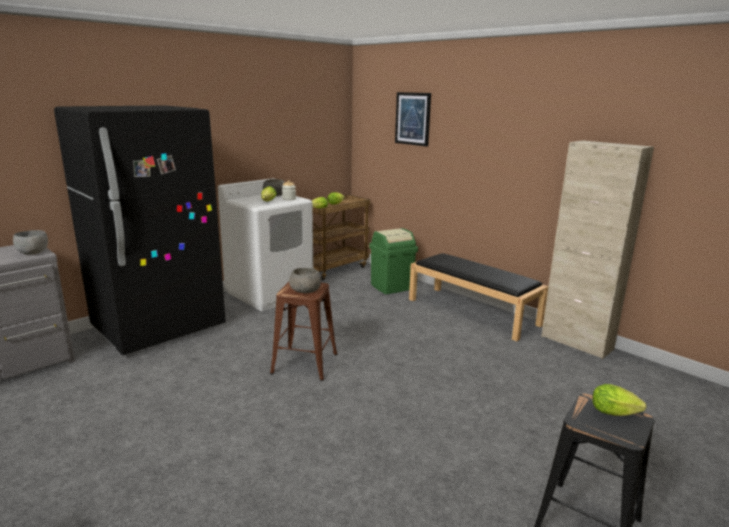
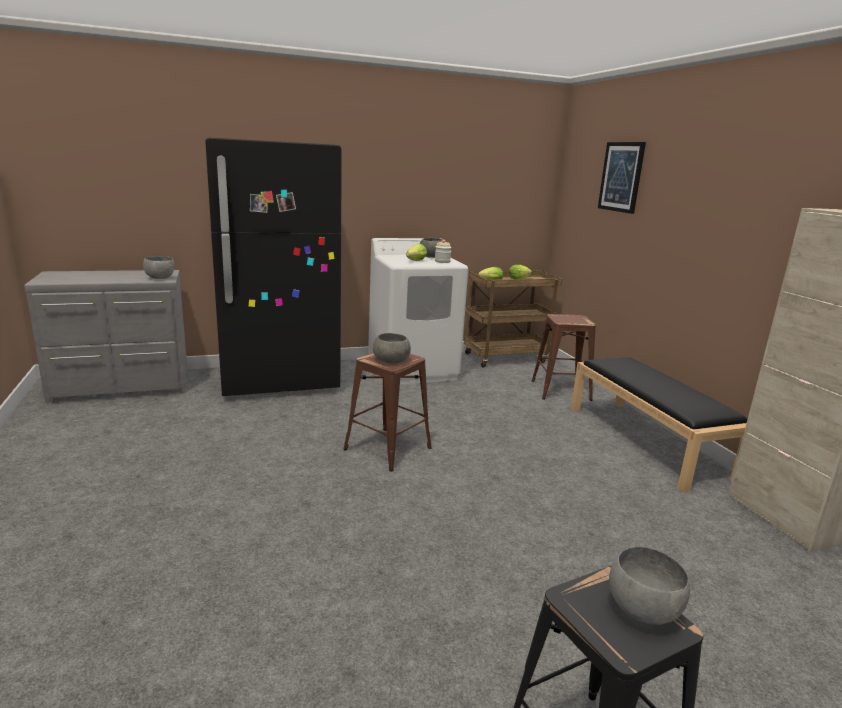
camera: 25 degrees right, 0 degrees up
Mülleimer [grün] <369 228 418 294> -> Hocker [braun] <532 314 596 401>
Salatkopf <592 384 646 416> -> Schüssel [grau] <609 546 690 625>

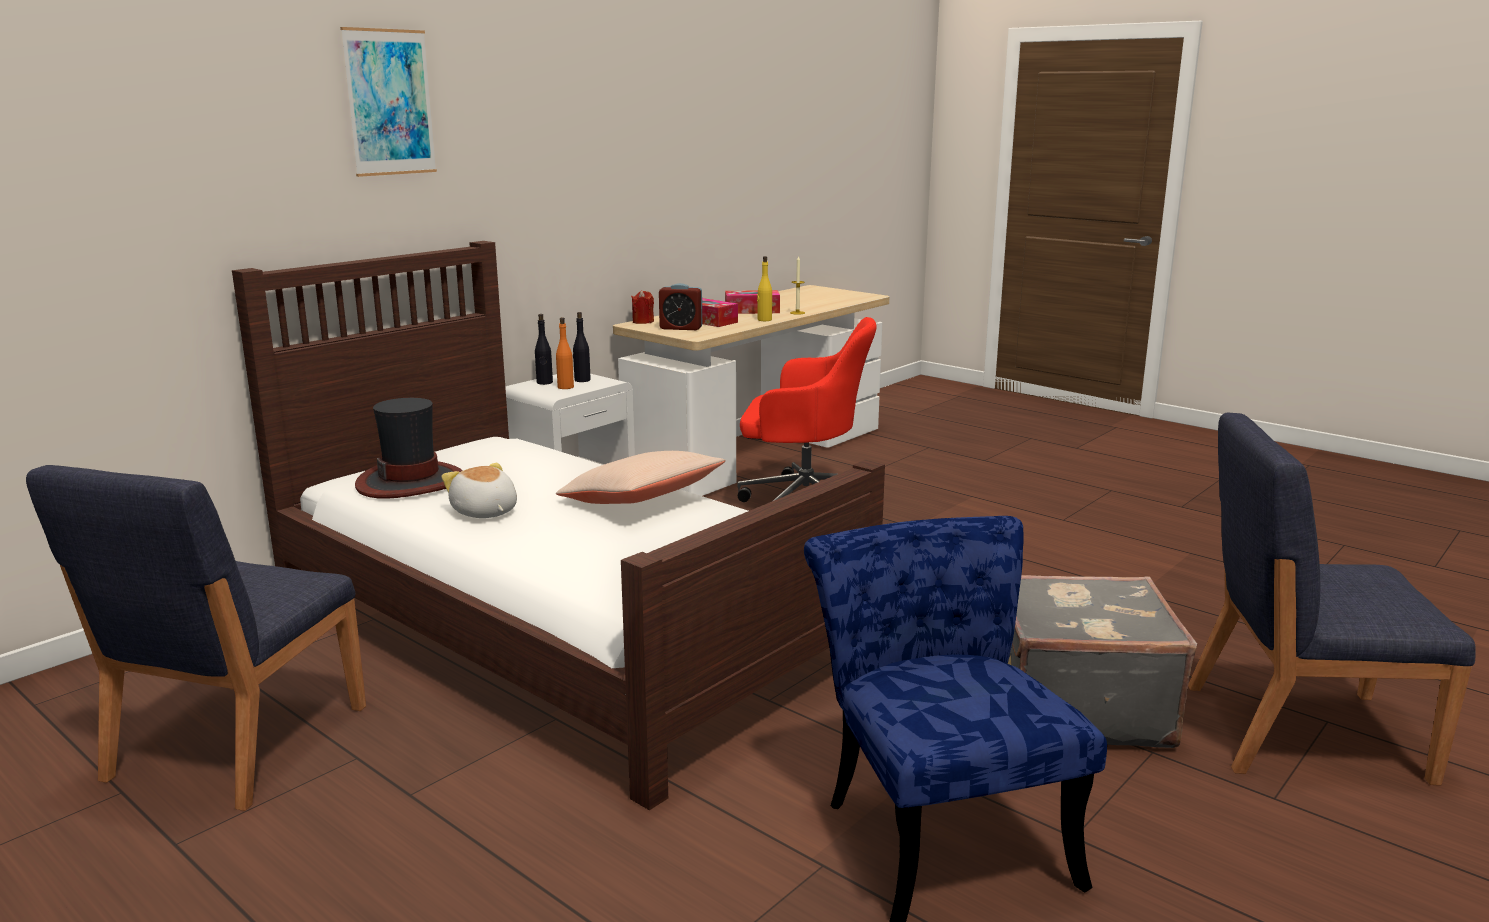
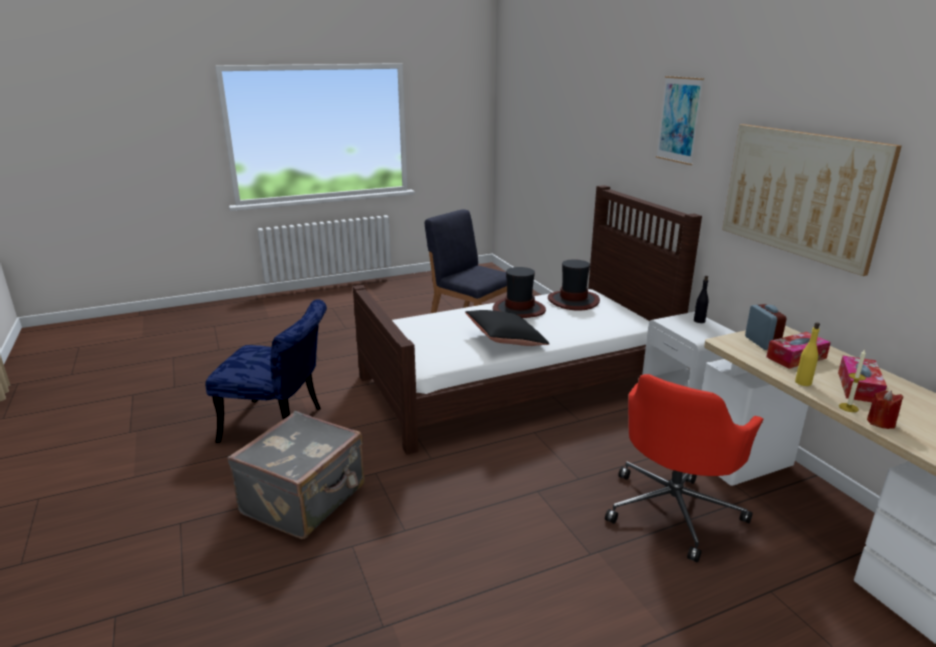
camera: 115 degrees right, 5 degrees up
Plüschtier <441 463 517 518> -> Hut <493 267 546 318>
Flasche [orange] <556 317 574 389> -> none
Kissen [beige] <556 451 726 504> -> Kissen [schwarz] <465 310 550 346>
Flasche [schwarz] <573 312 591 382> -> none
Kerze [rot] <631 290 654 324> -> Kerze [rot] <867 390 903 429>, relocated
Wecker <659 283 702 330> -> Wecker <745 304 787 350>, 135 degrees clockwise
Stuhl [blau] <1188 413 1476 786> -> none
none -> Bild <722 124 902 276>

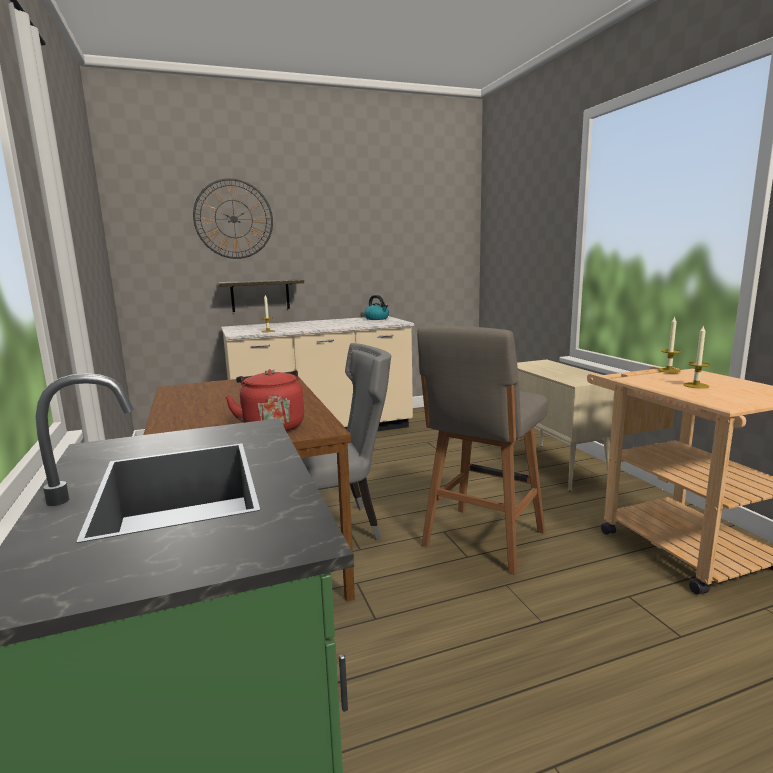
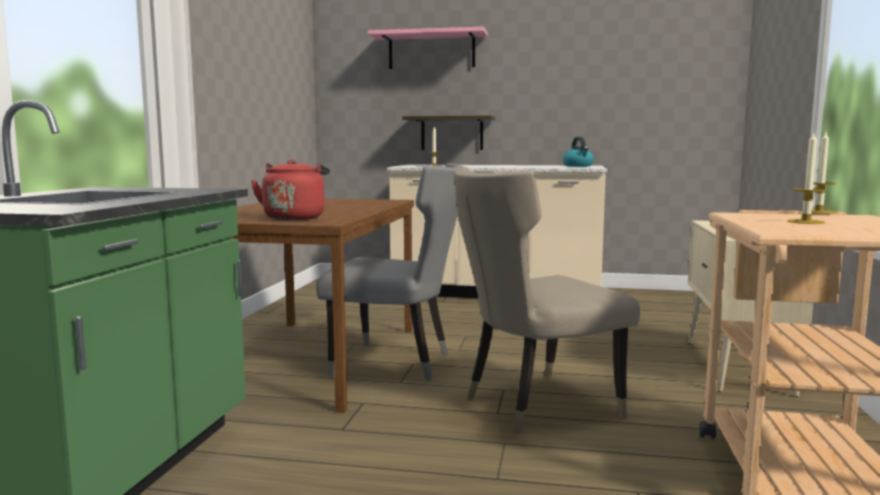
camera: 30 degrees right, 5 degrees down
Wanduhr <193 178 273 259> -> Wandregal [rosa] <368 27 488 69>
Hocker [grau] <417 325 548 575> -> Stuhl [beige] <454 167 640 434>

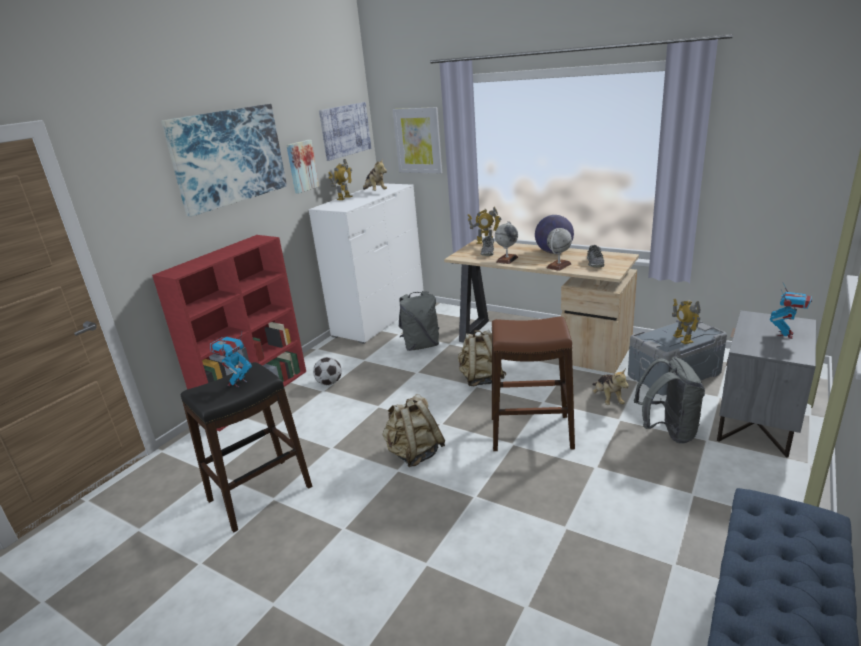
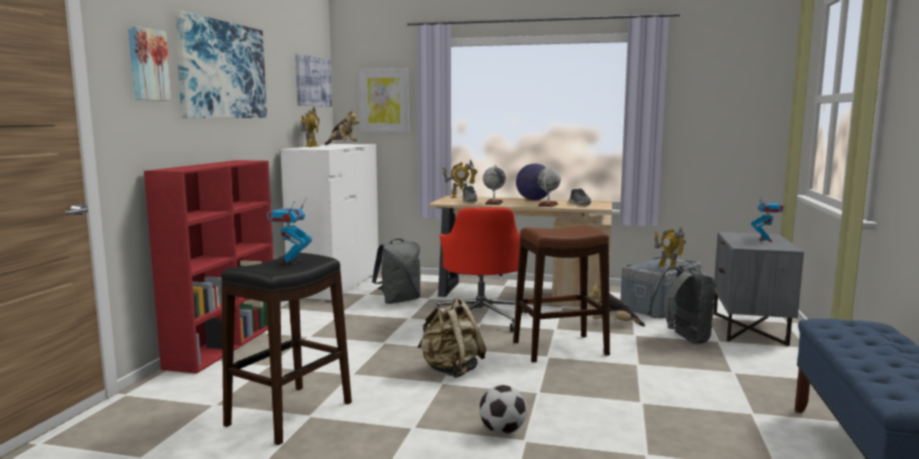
camera: 20 degrees left, 15 degrees down
Bild <286 140 319 194> -> Bild <128 26 171 101>, relocated
Fußball <313 357 342 385> -> Fußball <479 385 527 434>, relocated
Rucksack [beige] <458 330 506 386> -> Bürostuhl [rot] <435 207 527 332>
Plüschtier <592 368 629 405> -> Plüschtier <588 282 645 327>, 135 degrees clockwise

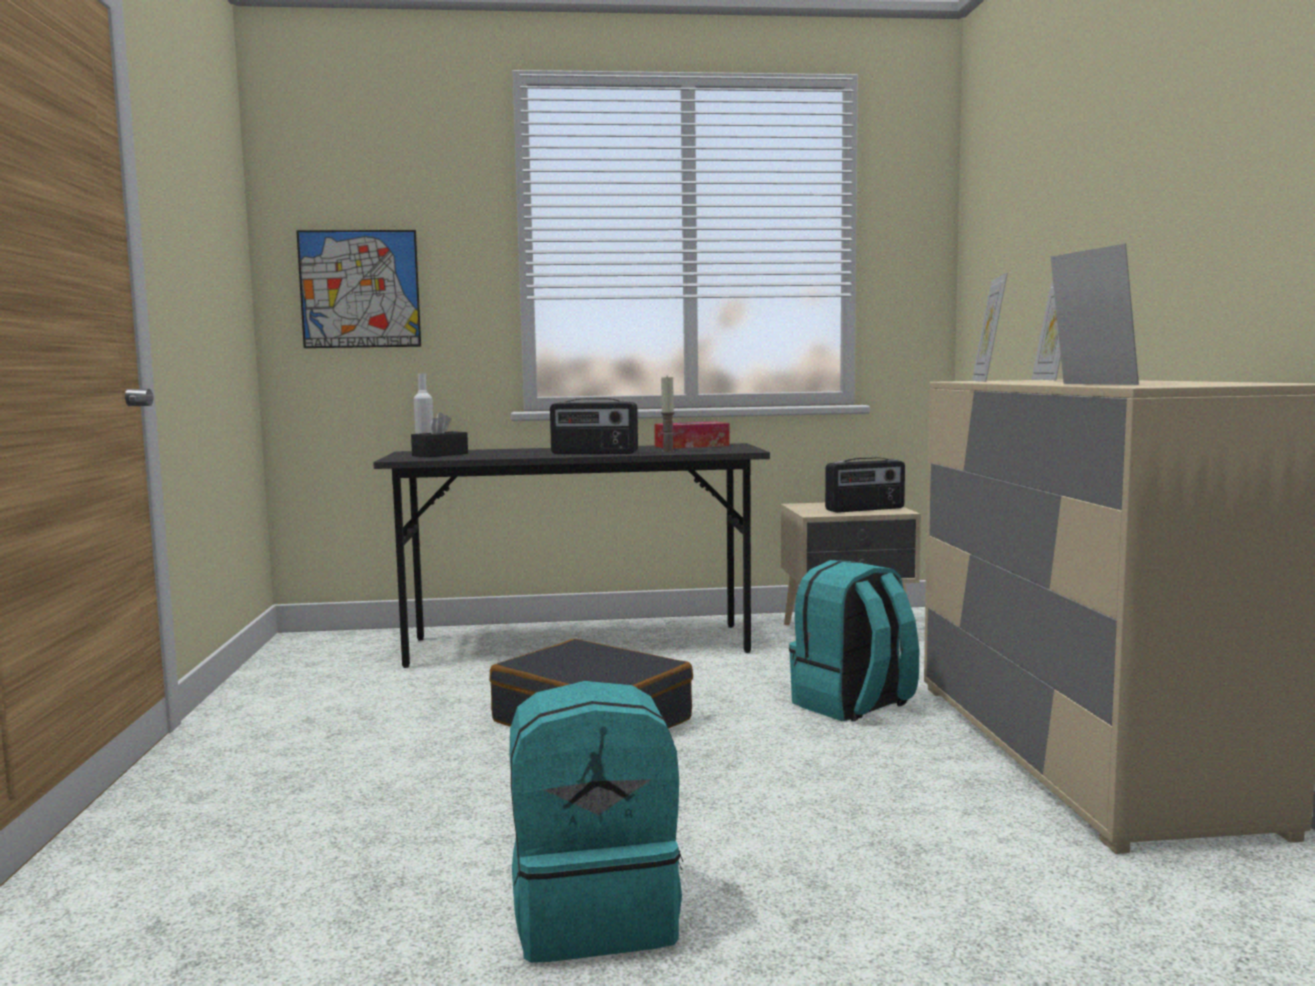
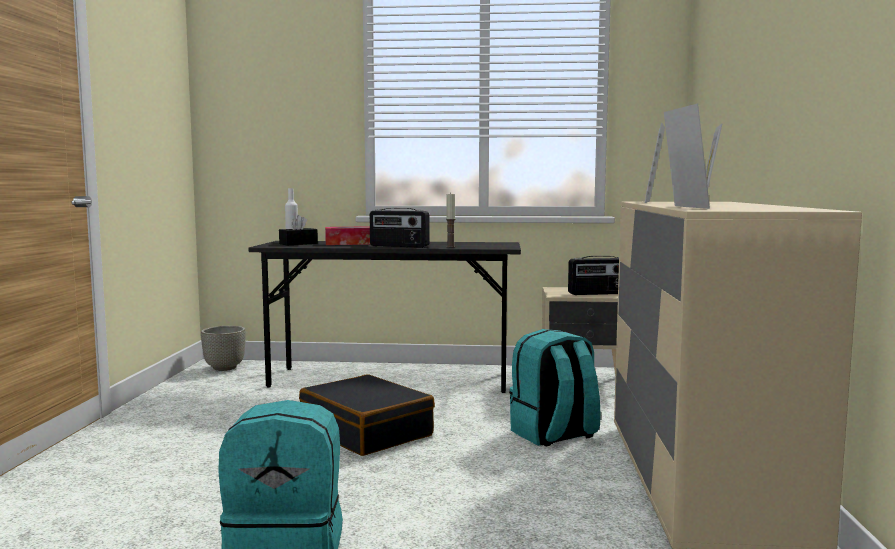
camera: 10 degrees right, 0 degrees up
Bild <296 230 421 348> -> none
Taschentuchbox <654 422 730 449> -> Taschentuchbox <325 226 371 245>, relocated
none -> Pflanzkübel [grau] <201 326 246 371>

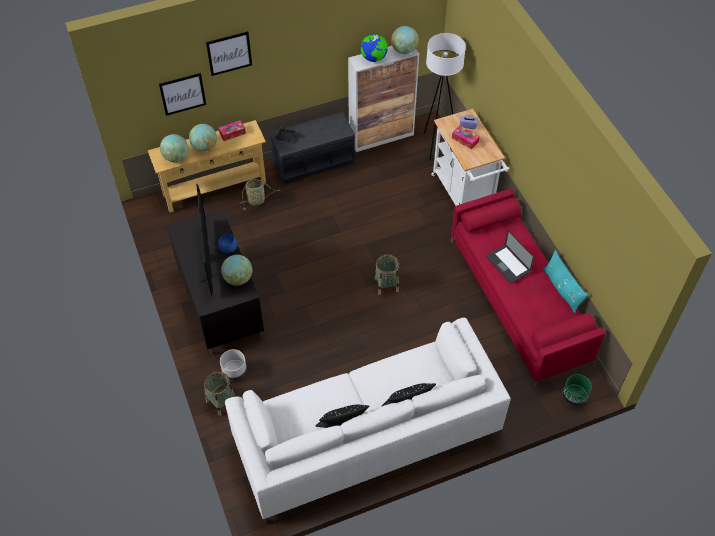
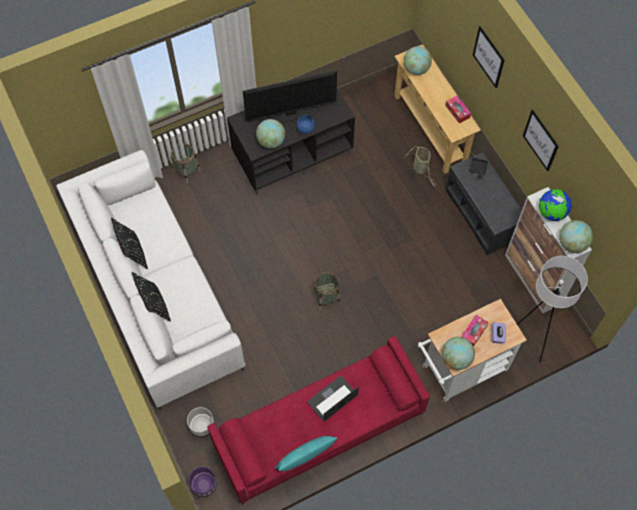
camera: 85 degrees right, 10 degrees up
Bild <159 73 206 116> -> Bild <523 109 559 172>, relocated
Globus <189 124 217 152> -> Globus <442 337 475 370>, relocated
Pflanzkübel [grau] <220 349 247 381> -> Pflanzkübel [grau] <187 407 215 438>, relocated
Pflanzkübel [grün] <563 374 592 406> -> Pflanzkübel [lila] <188 466 217 497>

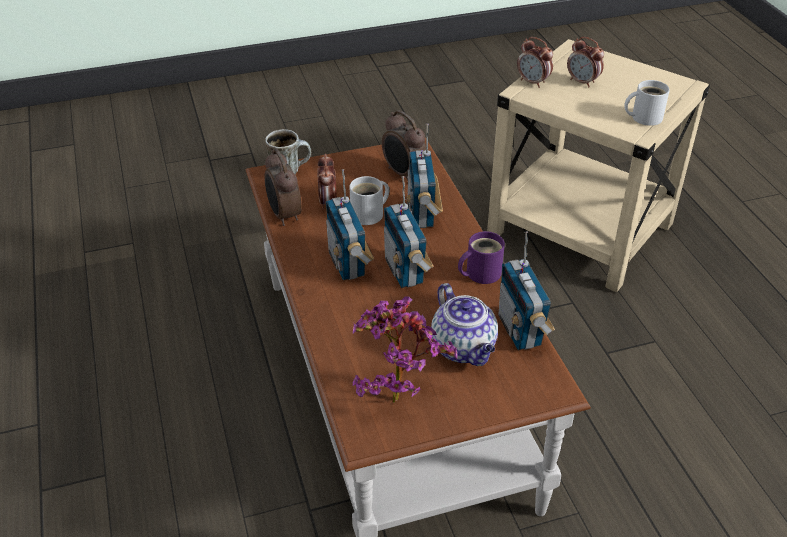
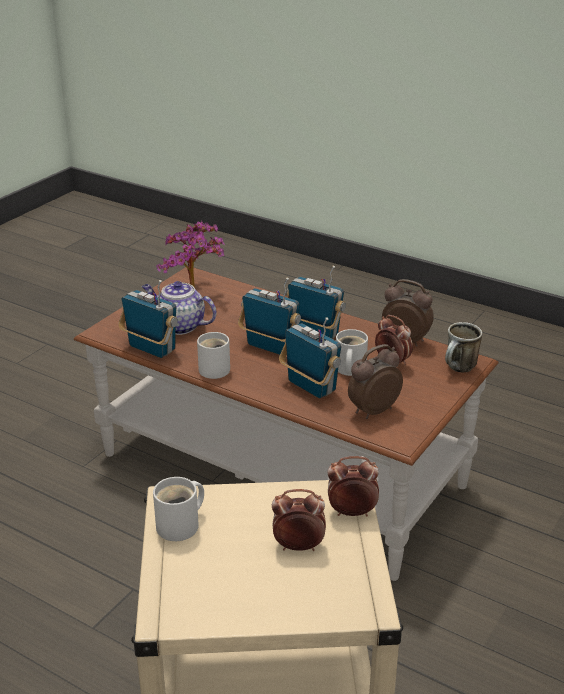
camera: 140 degrees right, 10 degrees down
Wecker <382 110 426 180> -> Wecker <348 344 403 419>, 45 degrees counterclockwise
Henkelbecher [lila] <458 231 505 284> -> Henkelbecher [weiß] <197 332 230 379>

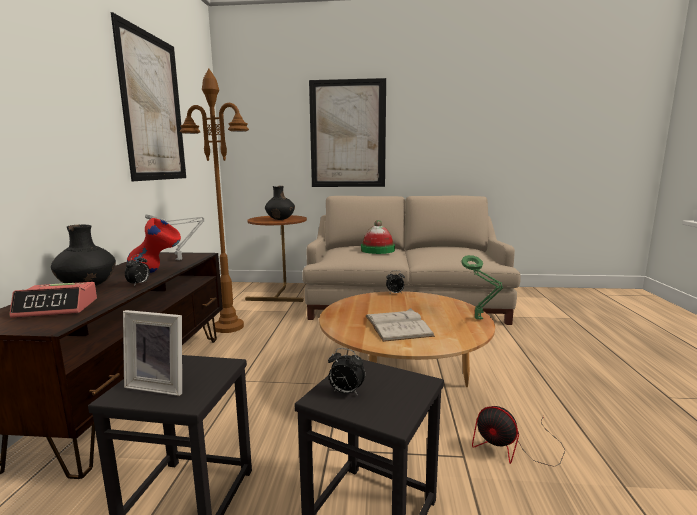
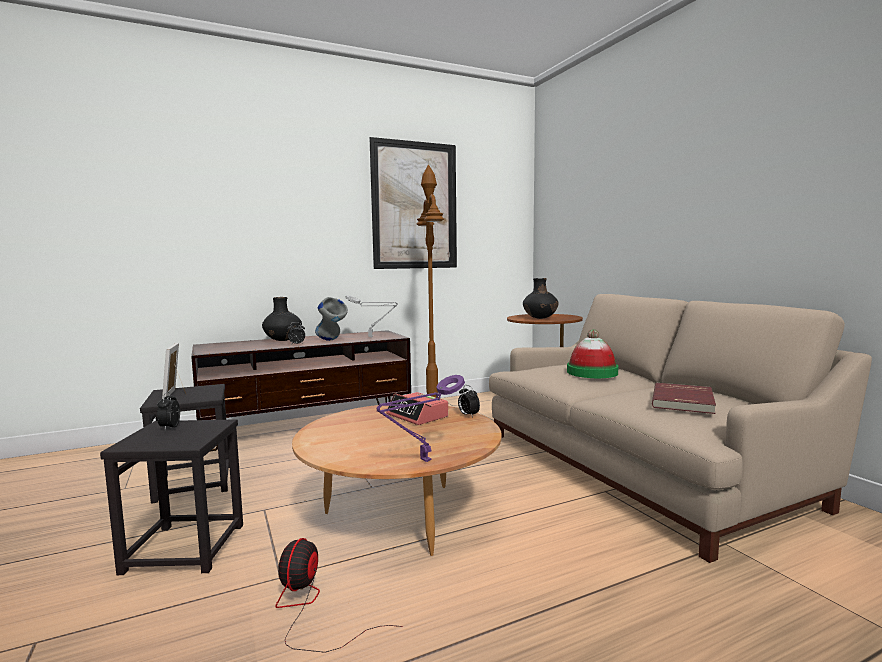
camera: 60 degrees right, 5 degrees down
Wecker <9 282 97 318> -> Wecker <386 392 448 425>, relocated
Vase [rot] <127 218 181 273> -> Vase [grau] <315 297 348 341>
Bild <309 78 386 187> -> none
Buch [weiß] <366 308 435 342> -> none
Tischlampe [grün] <461 255 503 320> -> Tischlampe [lila] <376 375 465 462>
none -> Buch [rot] <652 383 716 414>

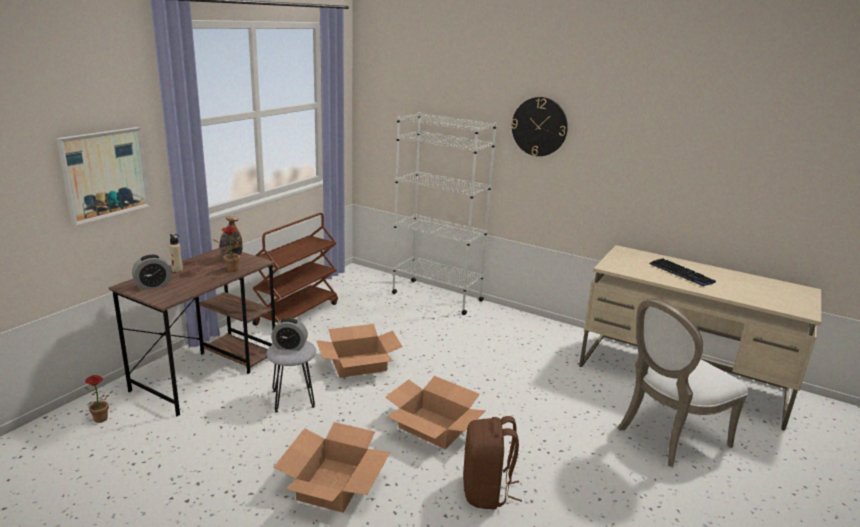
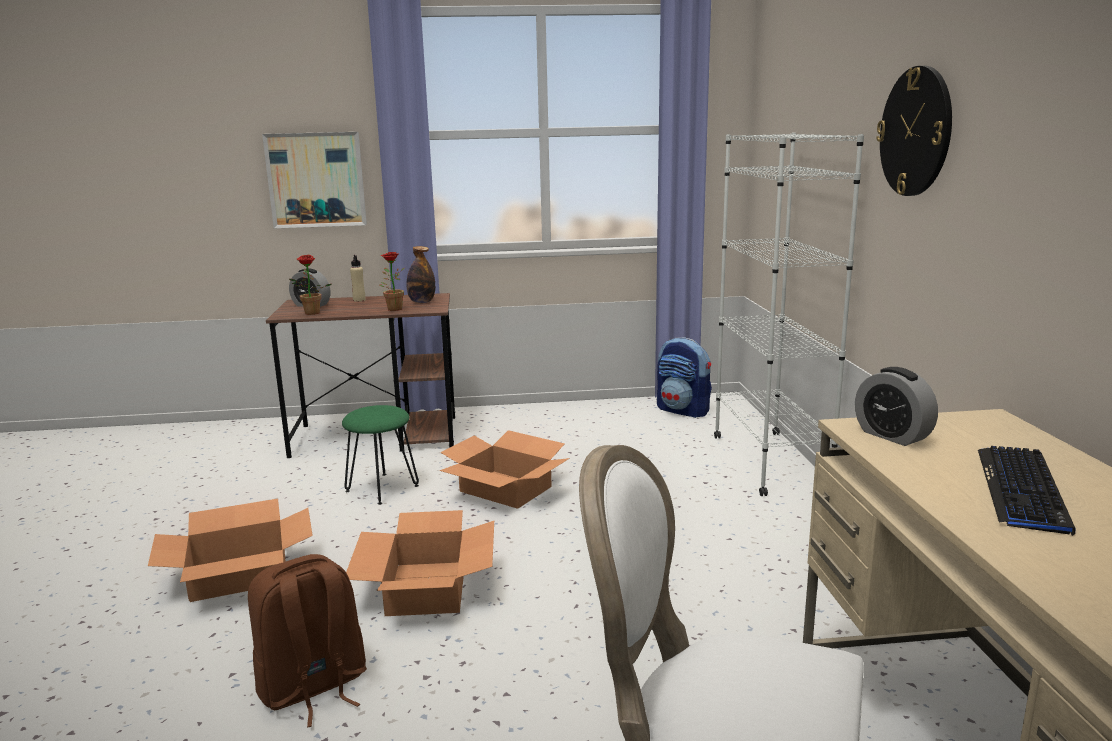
camera: 55 degrees right, 5 degrees down
Topfpflanze <85 375 114 423> -> Topfpflanze <289 255 331 315>, relocated
Rollwagen [braun] <252 213 338 326> -> none
Hocker [grau] <266 340 316 413> -> Hocker [grün] <342 405 419 505>
Wecker <271 318 308 351> -> Wecker <855 367 938 446>, relocated
none -> Rucksack <657 338 712 418>

